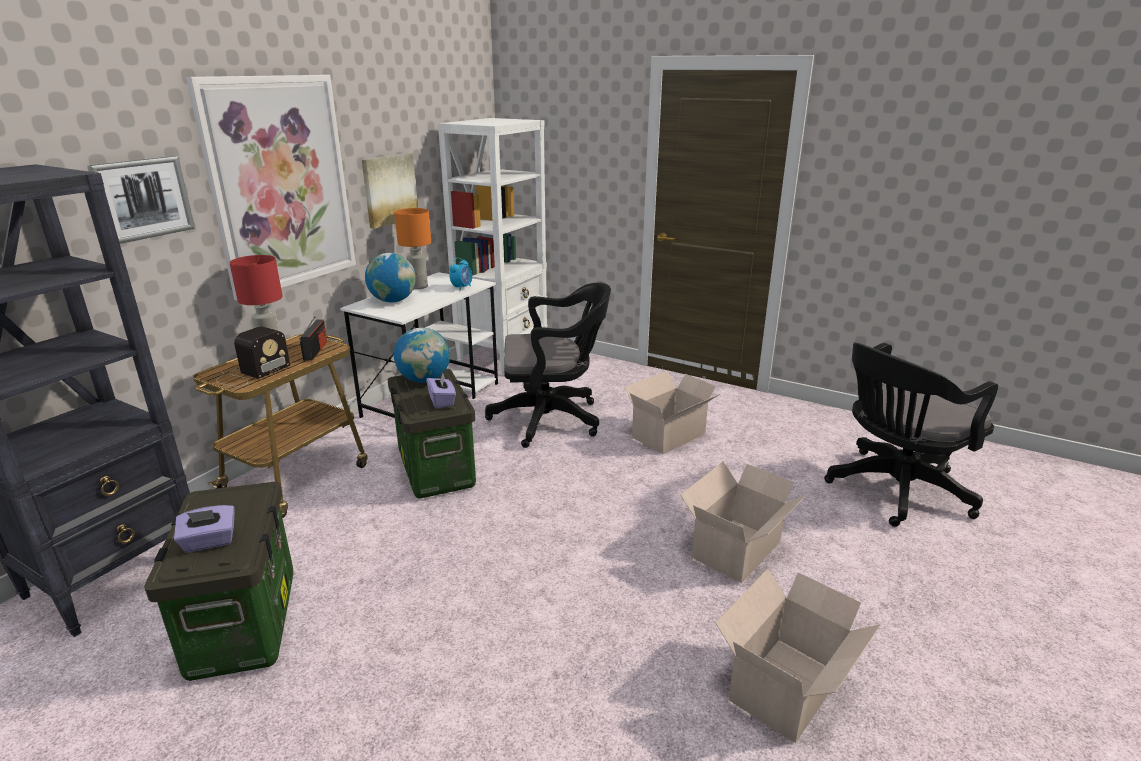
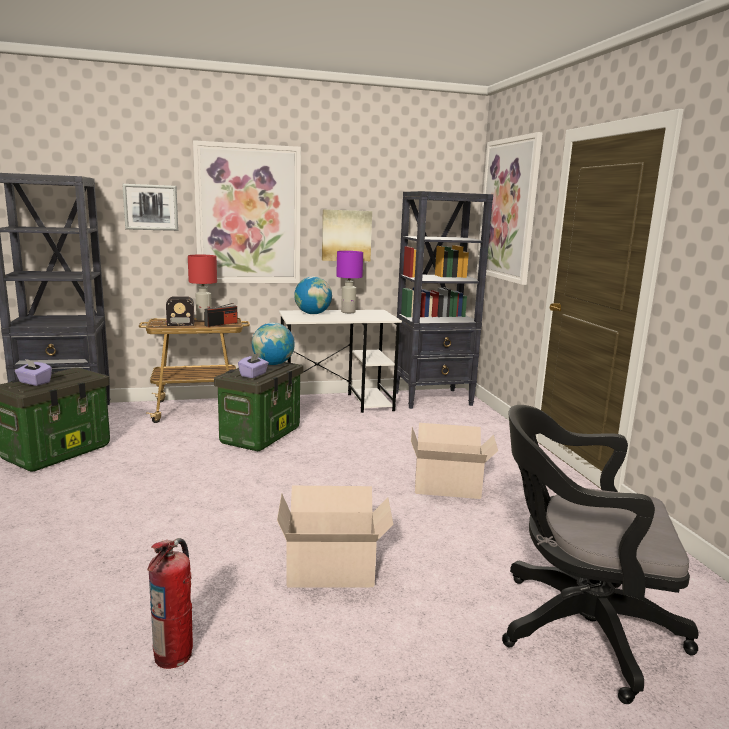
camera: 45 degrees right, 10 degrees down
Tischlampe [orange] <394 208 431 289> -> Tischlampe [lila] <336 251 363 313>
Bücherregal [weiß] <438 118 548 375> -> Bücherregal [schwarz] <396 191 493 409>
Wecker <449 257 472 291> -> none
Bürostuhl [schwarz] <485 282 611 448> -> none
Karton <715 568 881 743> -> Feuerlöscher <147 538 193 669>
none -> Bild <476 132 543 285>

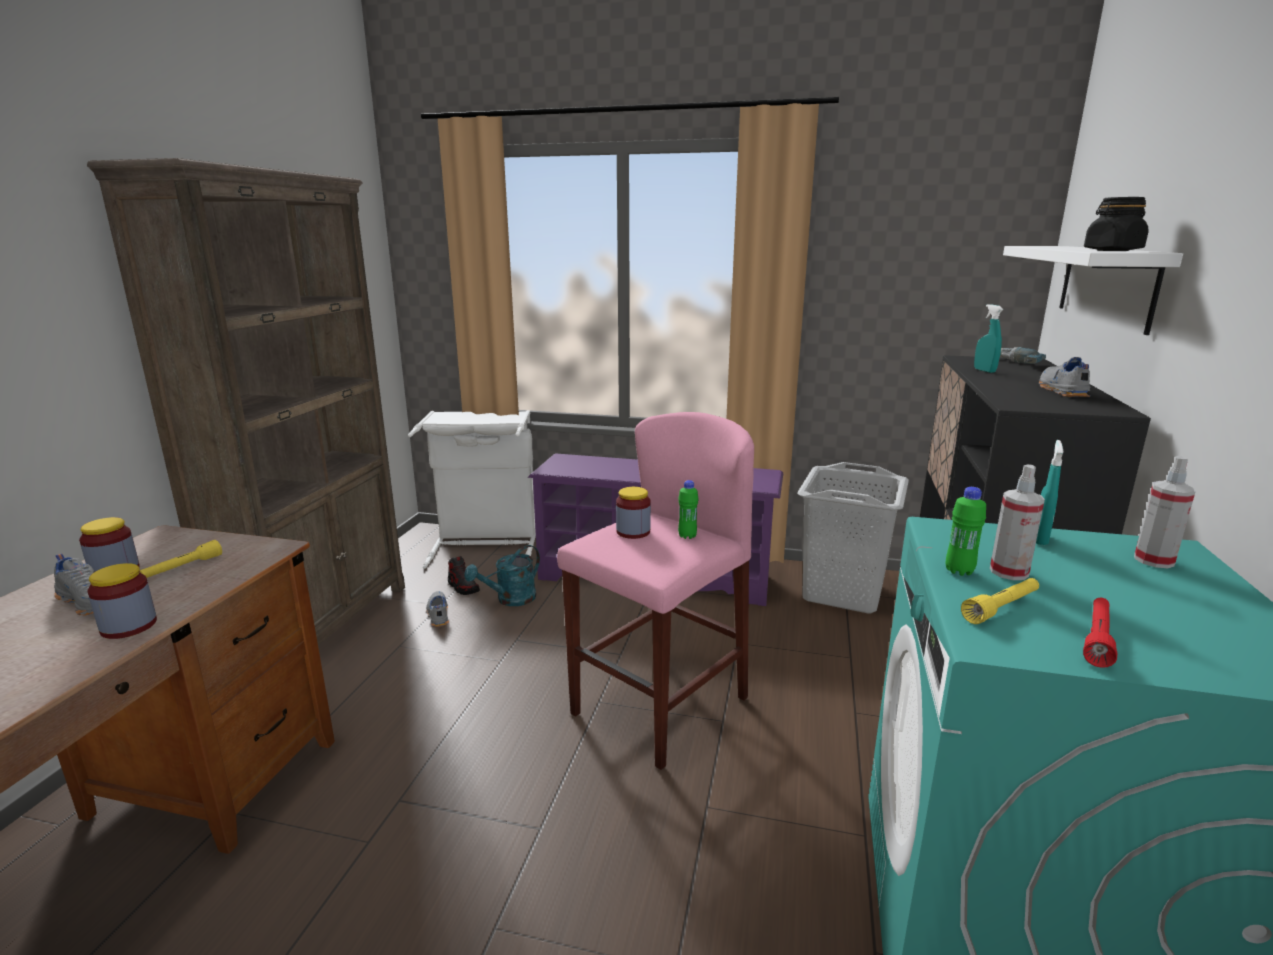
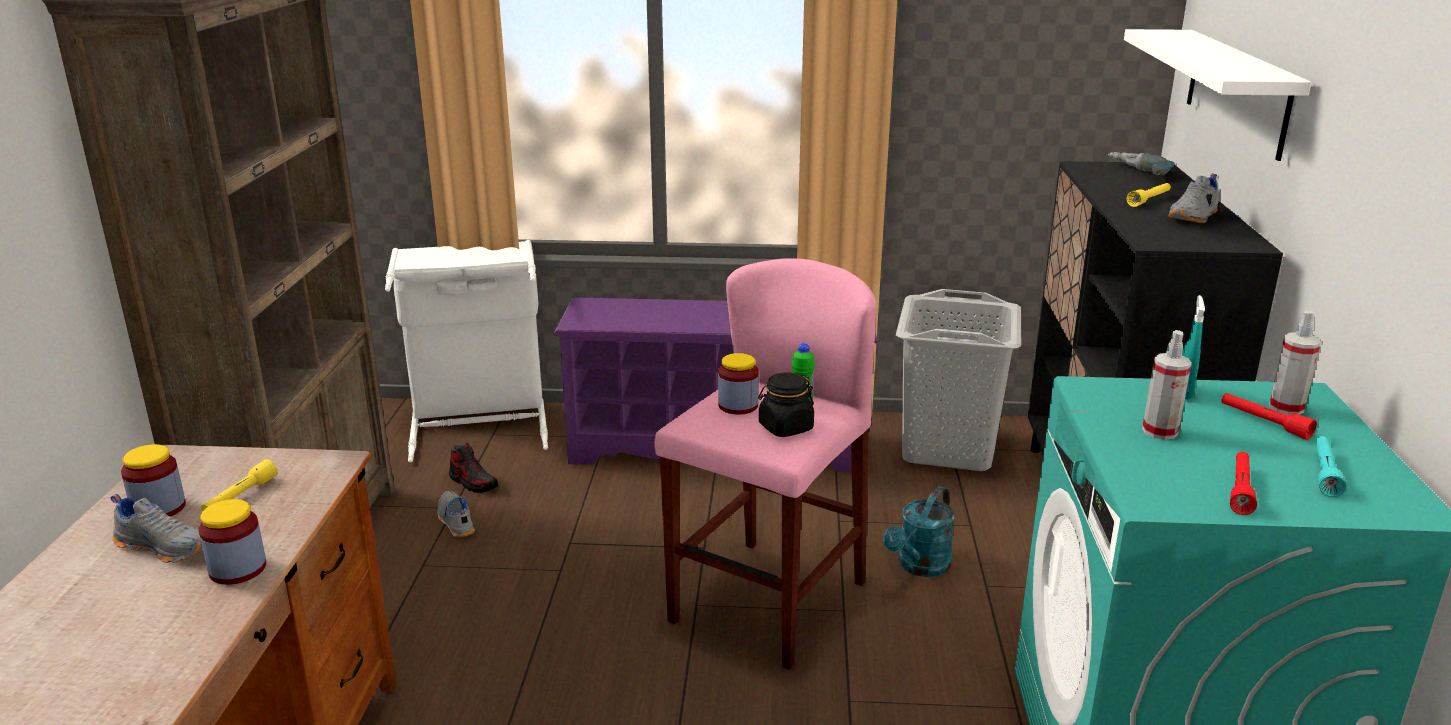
camera: 10 degrees left, 5 degrees up
Gießkanne [türkis] <464 545 540 606> -> Gießkanne [türkis] <883 486 955 577>, relocated
Flasche [grün] <946 487 986 576> -> none
Taschenlampe [gelb] <961 578 1039 624> -> Taschenlampe [gelb] <1127 183 1171 207>, relocated
Sprühflasche [türkis] <974 304 1003 373> -> none
Schuh [grau] <1039 357 1090 397> -> Schuh [grau] <1168 174 1219 223>, 135 degrees counterclockwise
Vorratsglas [schwarz] <1084 197 1149 251> -> Vorratsglas [schwarz] <758 372 814 437>, relocated
none -> Taschenlampe [rot] <1221 393 1317 440>
none -> Taschenlampe [türkis] <1315 436 1346 497>

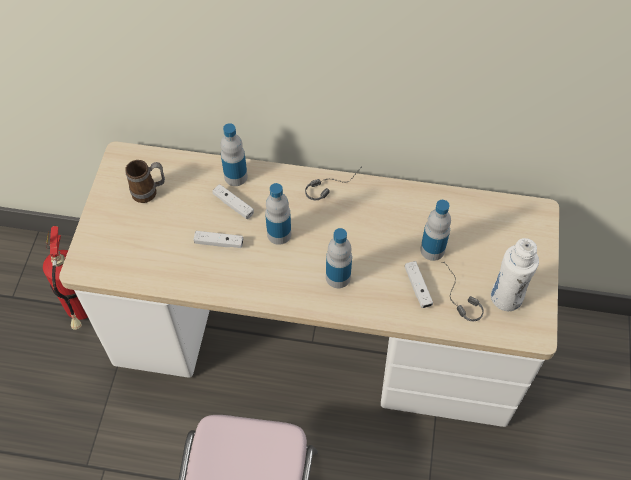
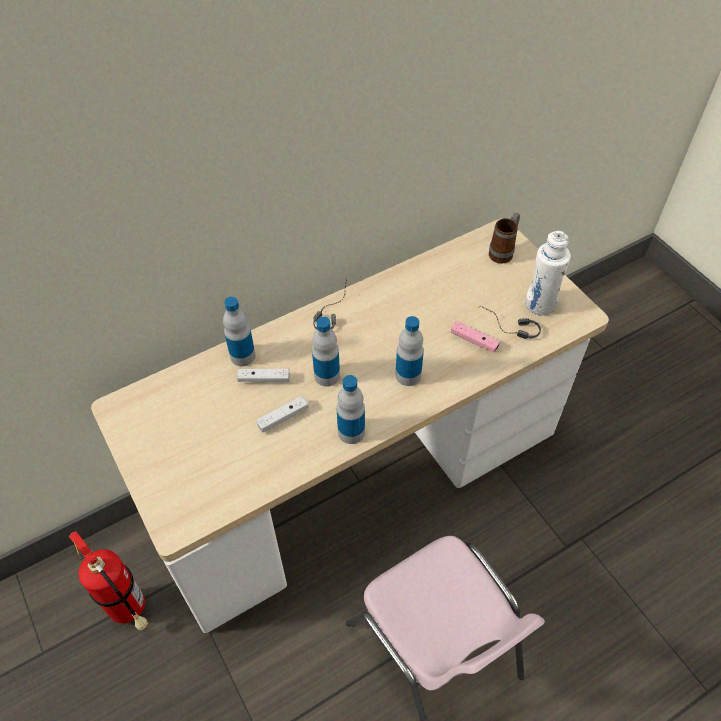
camera: 40 degrees left, 5 degrees down
Henkelbecher <125 160 165 203> -> Henkelbecher <489 213 520 264>, relocated
Gamepad [weiß] <405 261 433 308> -> Gamepad [rosa] <451 321 500 352>
Flasche <420 200 451 261> -> Flasche <337 375 365 444>, relocated

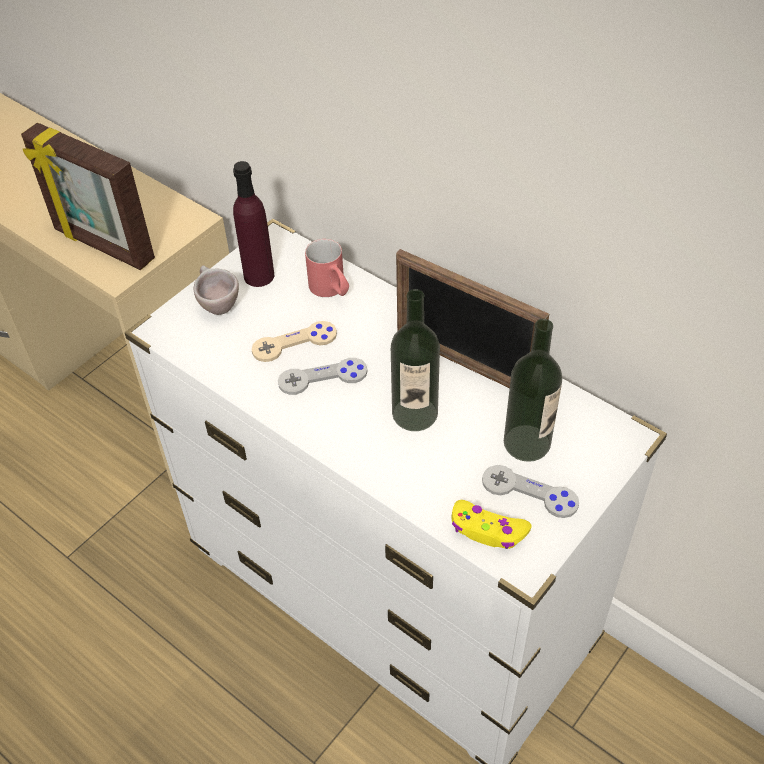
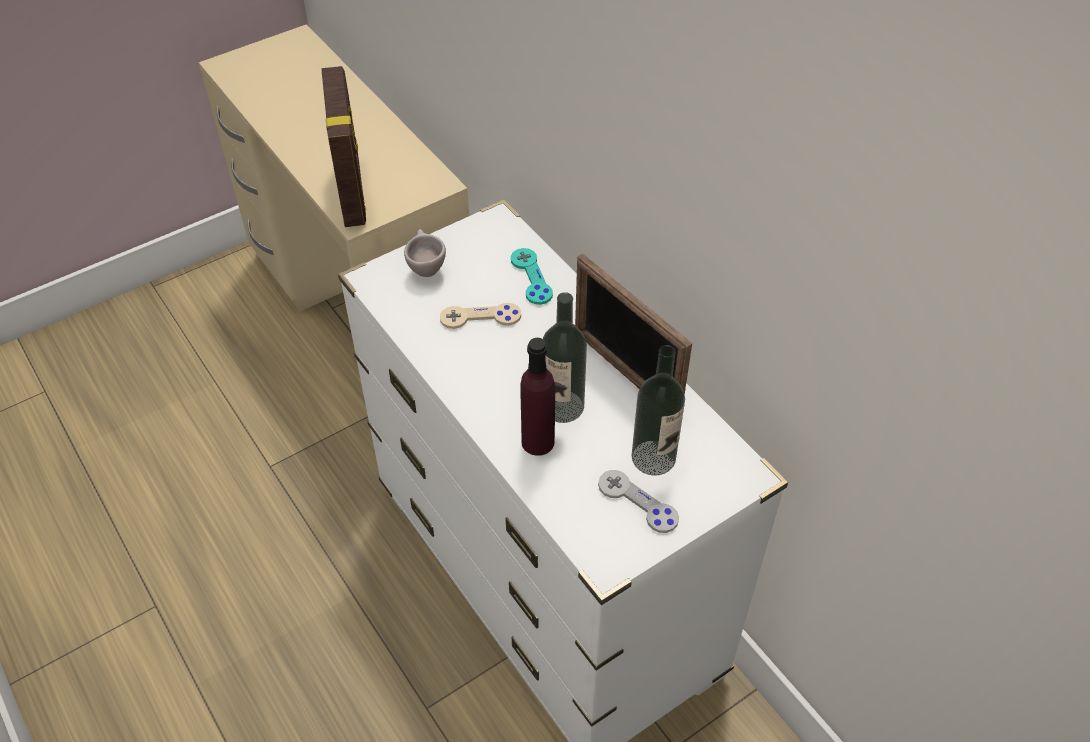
camera: 15 degrees right, 0 degrees up
Bilderrahmen <21 123 155 270> -> Bilderrahmen <321 66 366 227>, 150 degrees counterclockwise
Flasche [lila] <233 161 274 287> -> Flasche [lila] <521 338 555 456>, relocated
Gamepad [grau] <278 358 367 395> -> none
Henkelbecher [rot] <305 239 349 297> -> Gamepad [türkis] <511 248 553 305>
Gamepad [gelb] <452 500 532 549> -> none

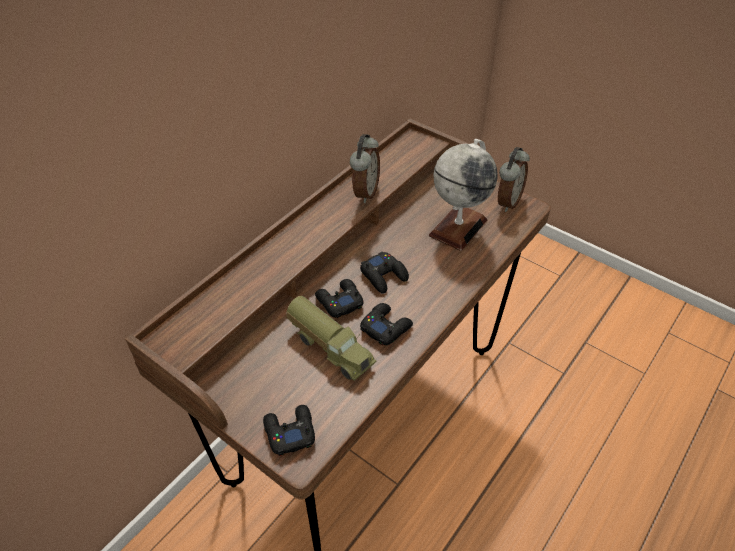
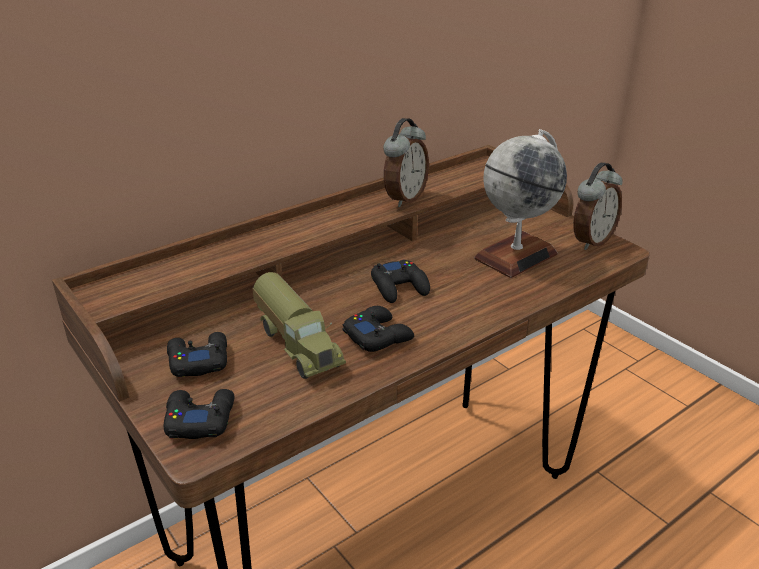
camera: 15 degrees right, 15 degrees down
Gamepad [schwarz] <315 279 364 318> -> Gamepad [schwarz] <167 332 227 377>, relocated

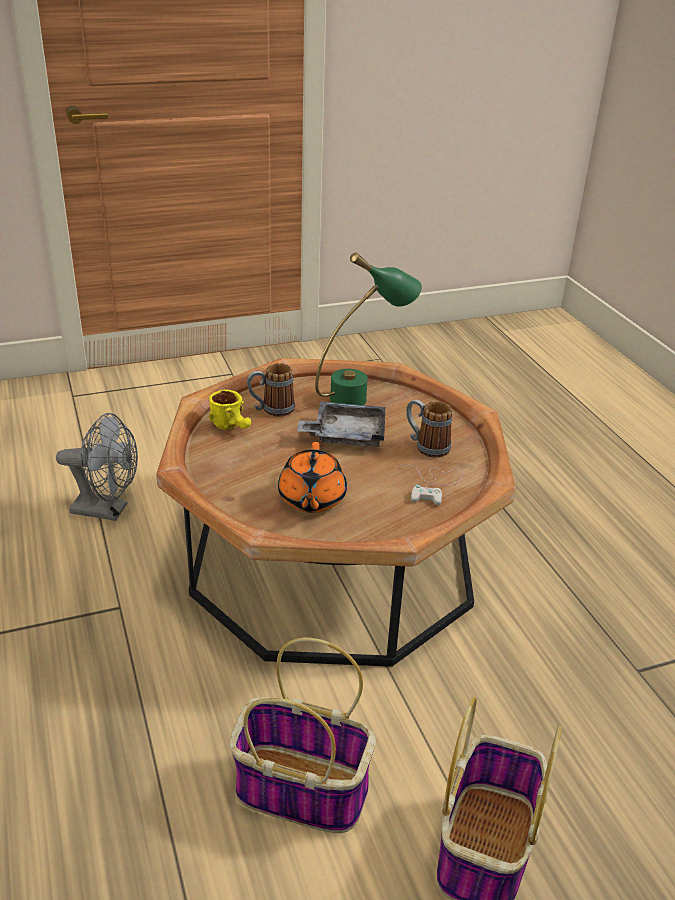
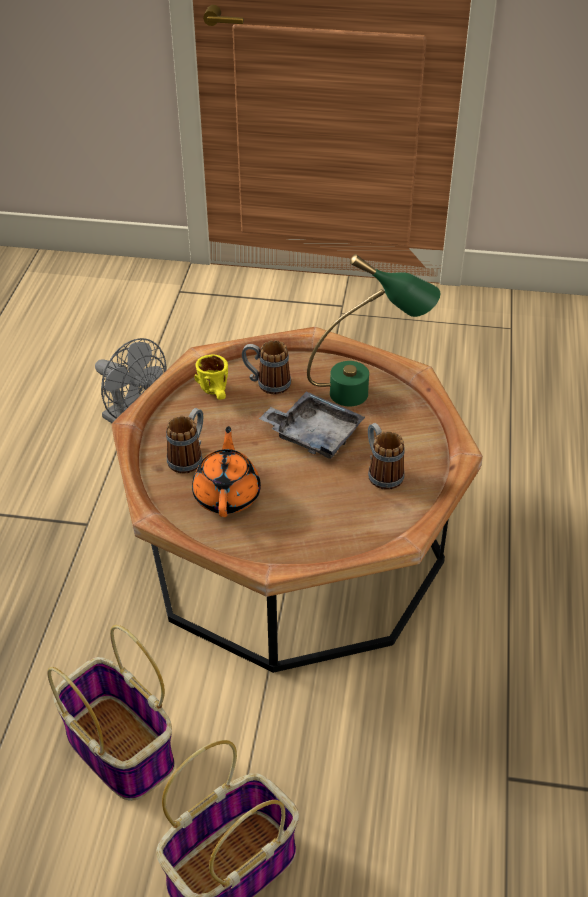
camera: 30 degrees right, 10 degrees up
Teekanne [orange] <278 442 347 513> -> Teekanne [orange] <192 426 261 517>, 150 degrees clockwise
Gamepad [weiß] <395 464 463 505> -> none
none -> Henkelbecher <166 408 203 473>

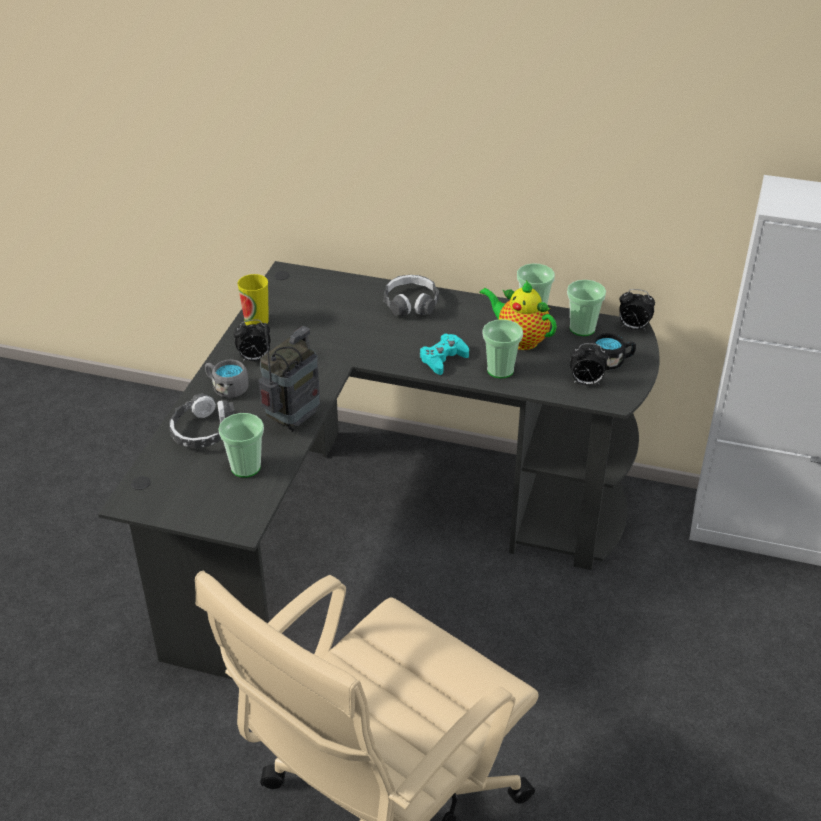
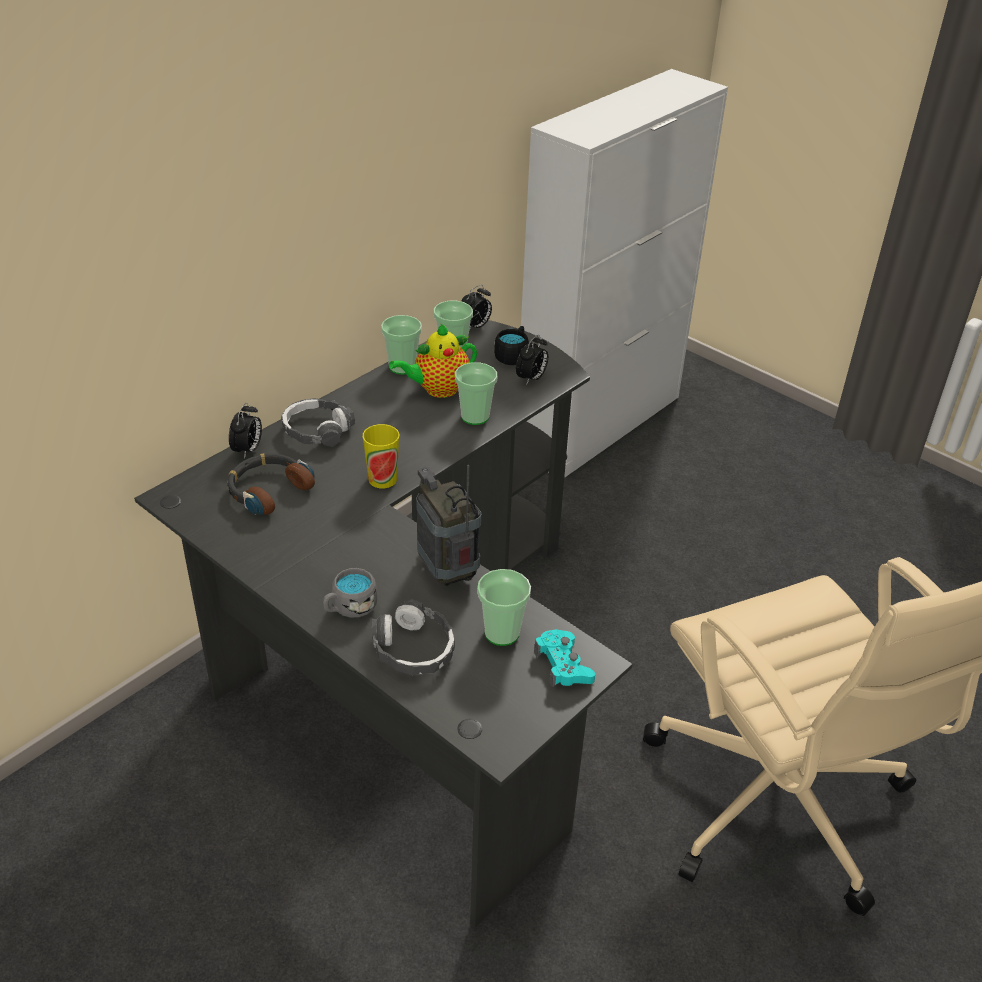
camera: 65 degrees left, 0 degrees up
Wecker <233 320 271 361> -> Wecker <229 402 262 459>, relocated
Tasse <238 274 269 325> -> Tasse <363 424 399 488>, relocated
Gamepad [türkis] <419 334 469 375> -> Gamepad [türkis] <534 629 595 688>, relocated
none -> Kopfhörer <227 453 315 515>

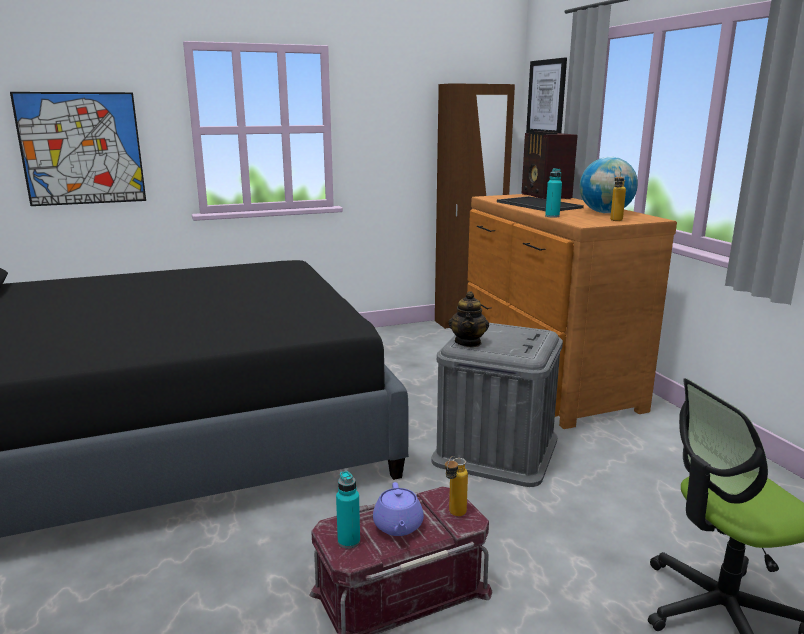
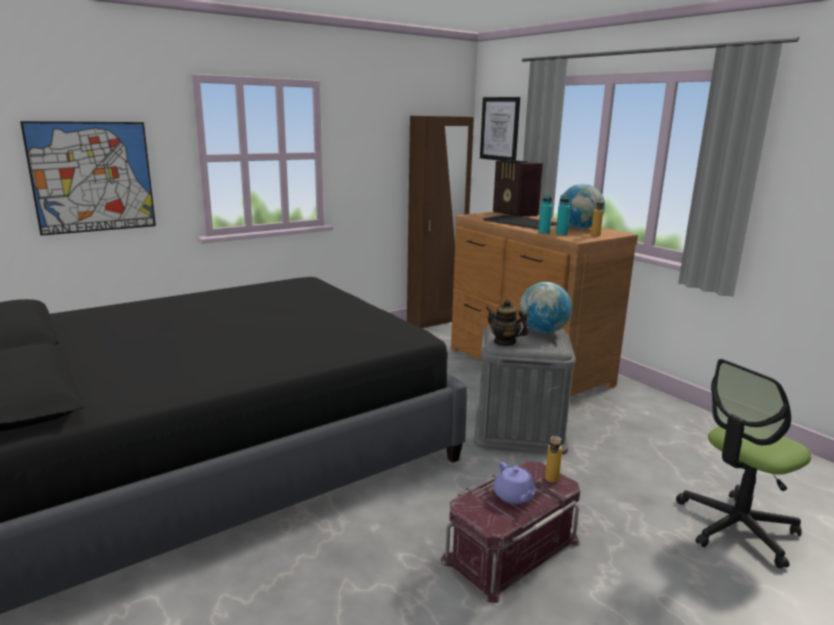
camera: 15 degrees left, 0 degrees up
Flasche [türkis] <336 471 360 549> -> Flasche [türkis] <556 195 570 235>, relocated
Teekanne <448 291 489 347> -> Teekanne <486 300 528 346>, 135 degrees clockwise
none -> Globus <519 282 572 333>

